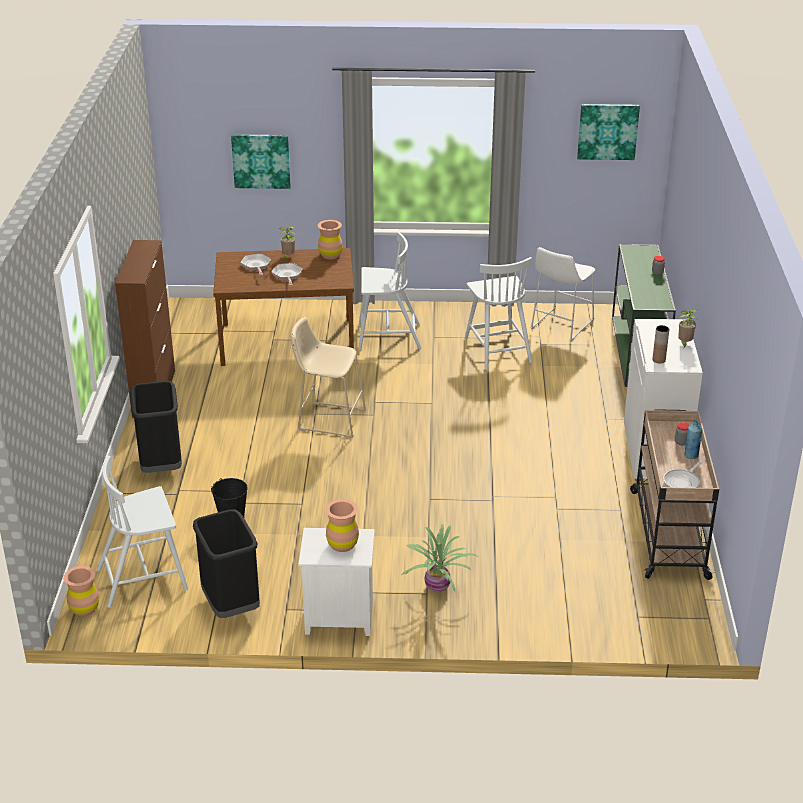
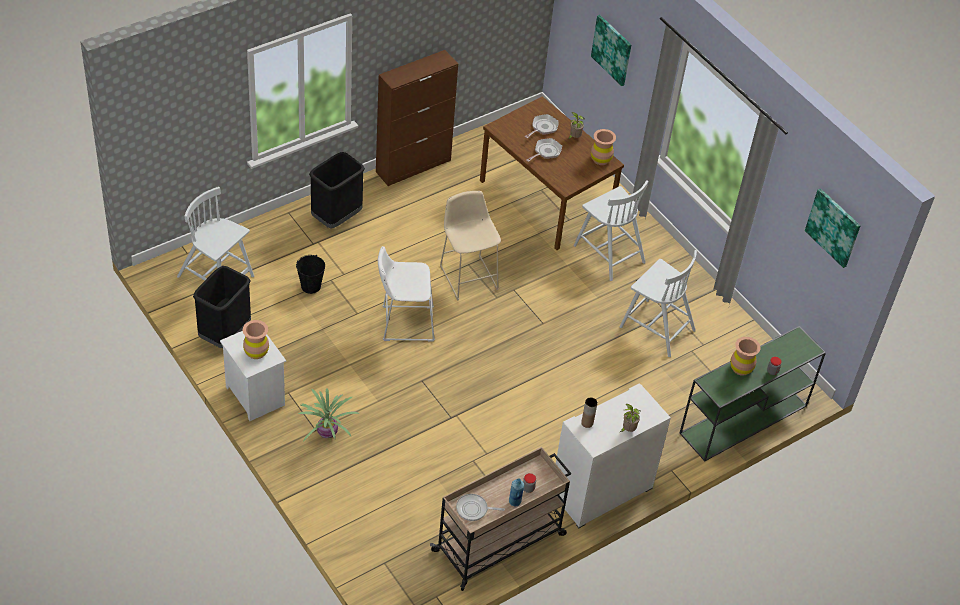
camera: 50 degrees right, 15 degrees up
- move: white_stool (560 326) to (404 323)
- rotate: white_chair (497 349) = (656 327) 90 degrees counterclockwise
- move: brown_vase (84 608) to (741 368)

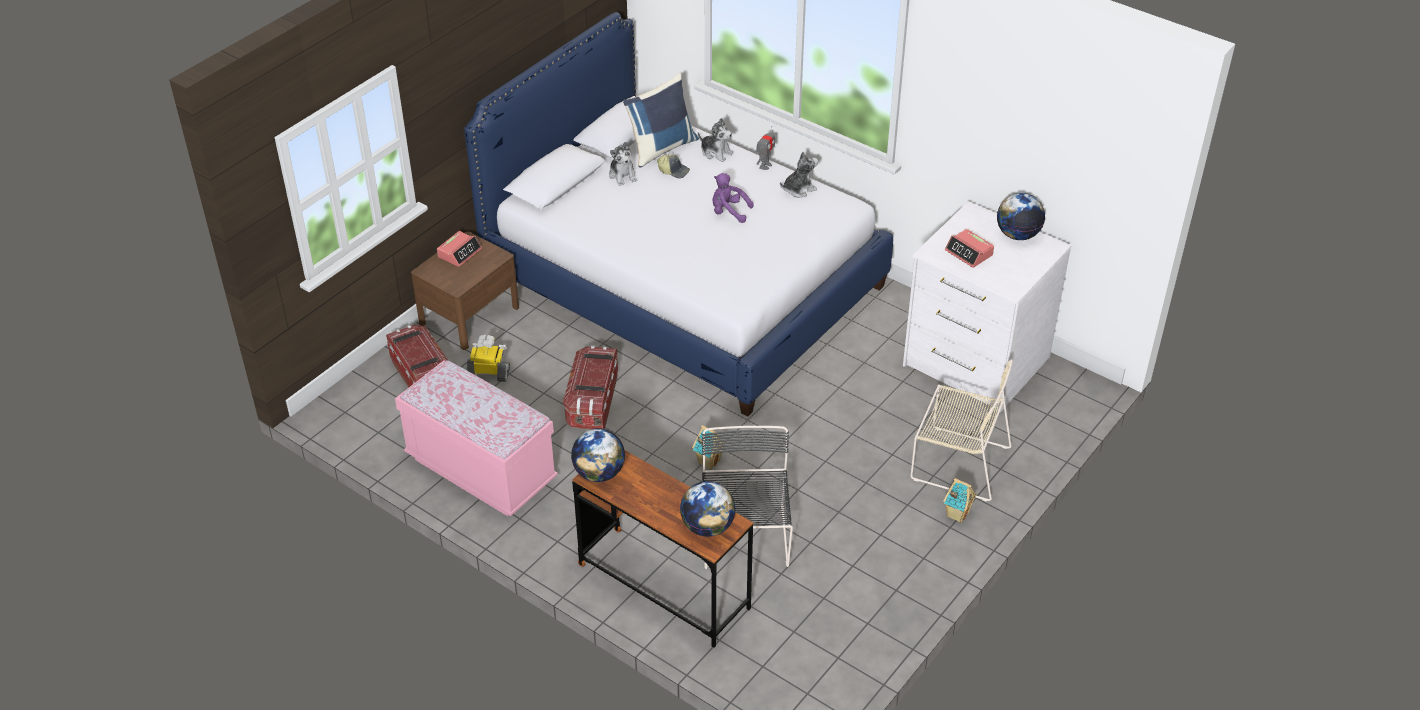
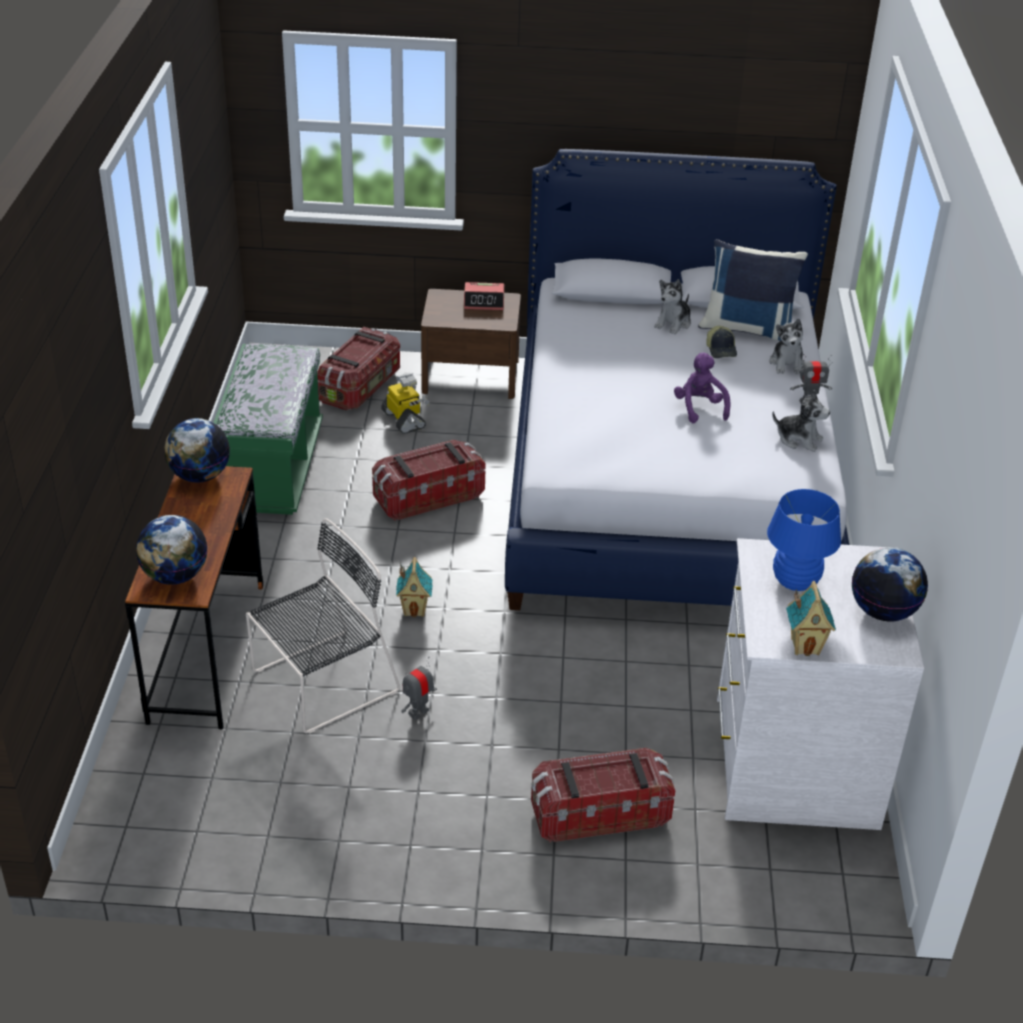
camera: 55 degrees right, 5 degrees down
- recolor: pink_bench (481 470) to green_bench (272 469)
- insert: toy_robot (418 712)
- replace: beige_chair (957 462) to storage_box (599 813)
- replace: alarm_clock (969 253) to blue_table_lamp (795 582)
- move: toy_house (957 514) to (805 646)

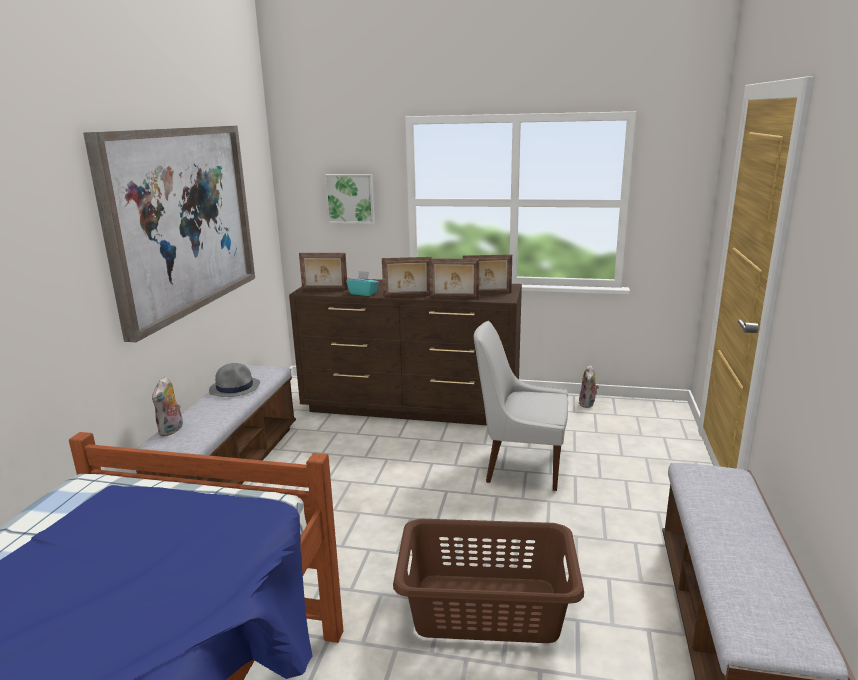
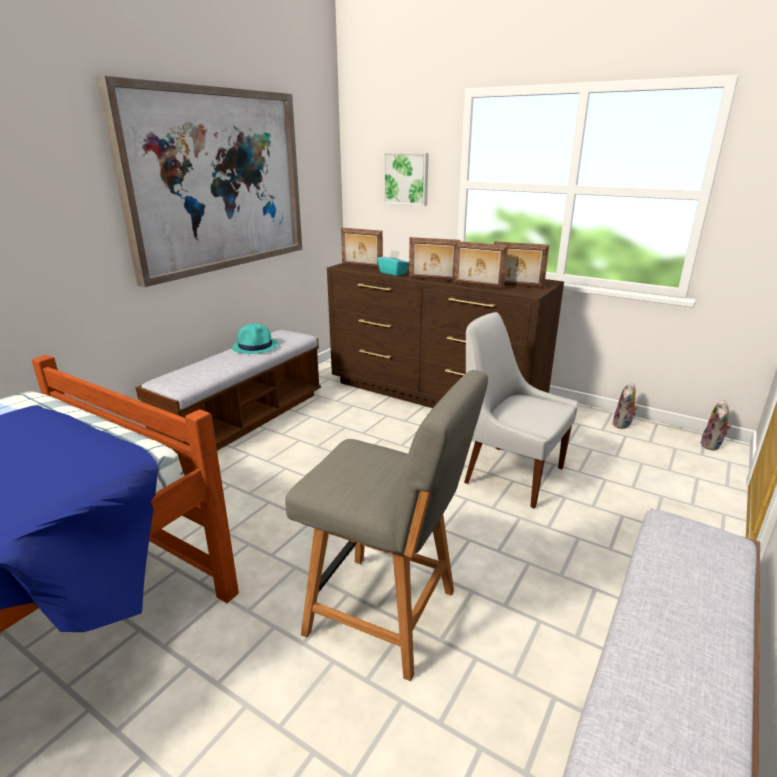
camera: 20 degrees right, 5 degrees up
- recolor: grey_hat (235 387) to turquoise_hat (256 346)
- replace: brown_laundry_basket (487 609) to grey_chair (386 614)
- move: plush_toy (172 430) to (712 445)

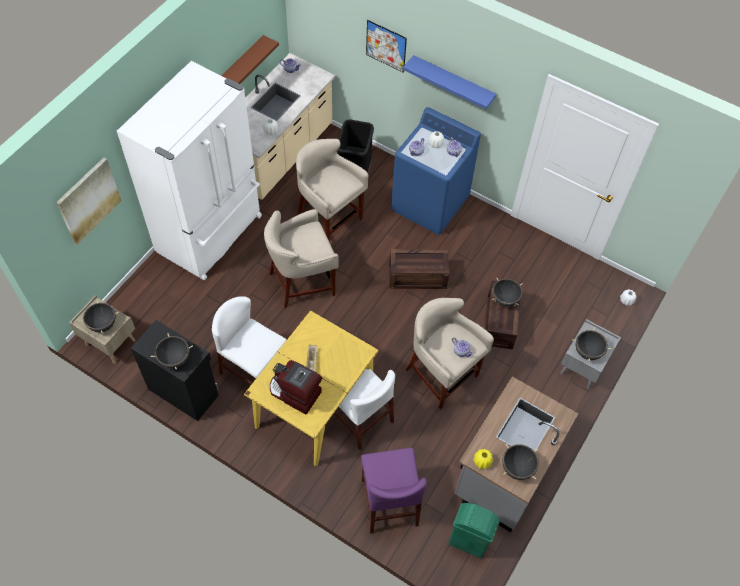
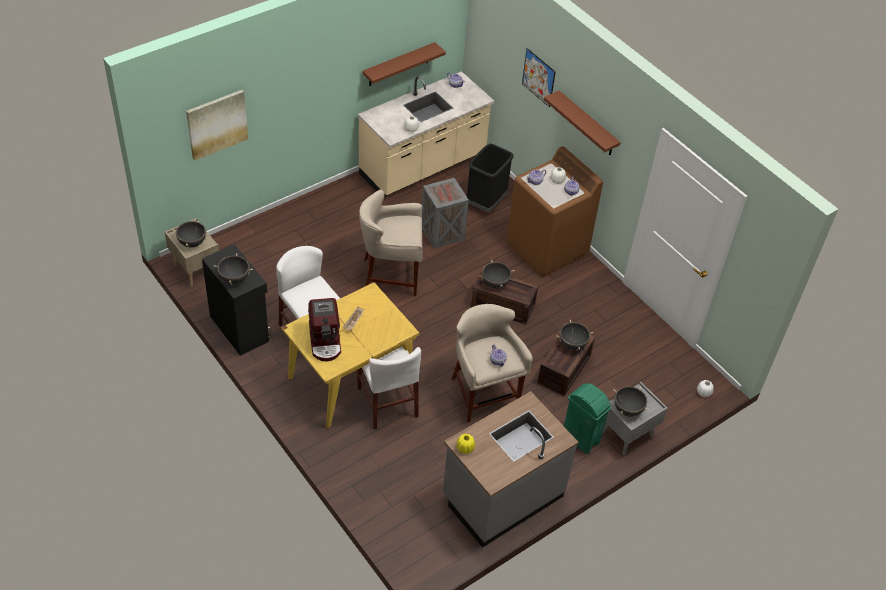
camera: 20 degrees right, 10 degrees down
- rotate: coffee_machine (294 393) = (325 341) 150 degrees counterclockwise
- replace: beige_stool (329 219) to crate (442 232)
- move: black_cooking_pot (517 468) to (495 283)
- recolor: blue_washing_machine (430 204) to brown_washing_machine (547 249)
- recolor: blue_shelf (453 82) to brown_shelf (587 124)
- move: green_trash_can (467 541) to (580 438)
- delete: white_fridge (212 234)
- delete: purple_chair (389 502)

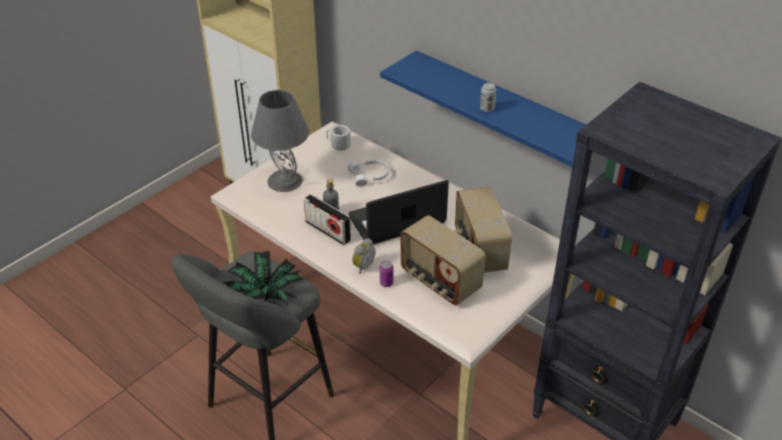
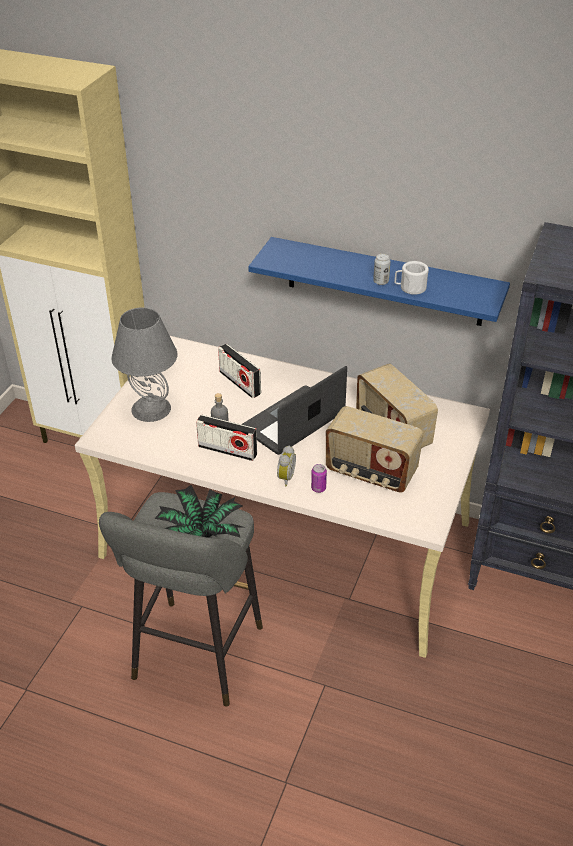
camera: 20 degrees left, 0 degrees up
- replace: white_headphones (370 176) to radio (240 383)
- move: white_mug (338 144) to (410 288)

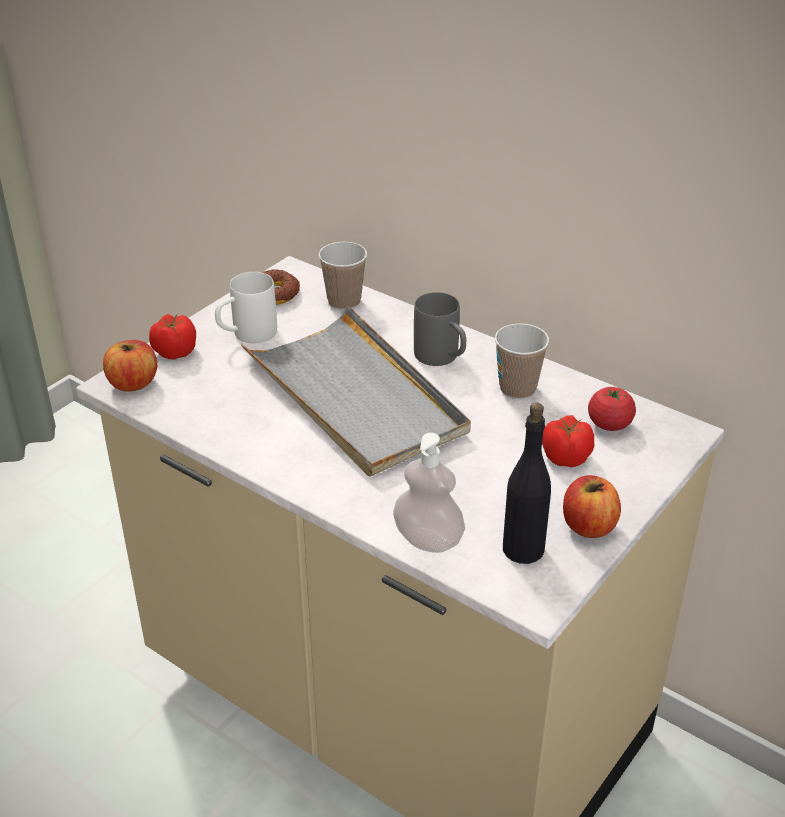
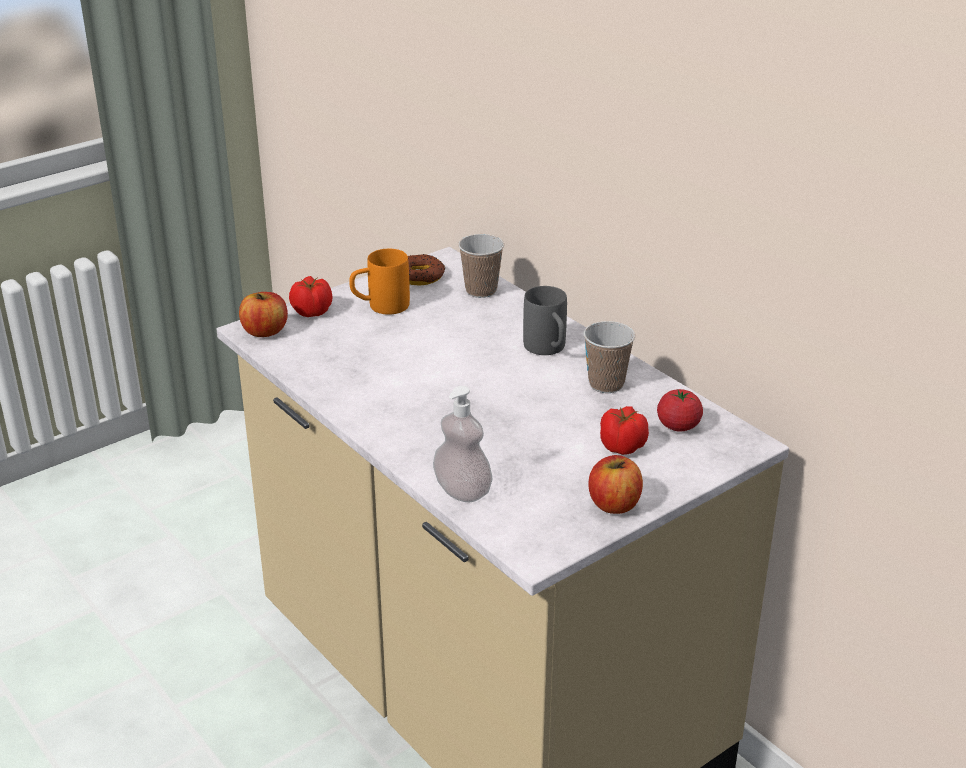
camera: 15 degrees right, 5 degrees down
- recolor: white_mug (246 335) to orange_mug (380 307)
- delete: grey_tray (355 396)
- delete: black_bottle (522 549)

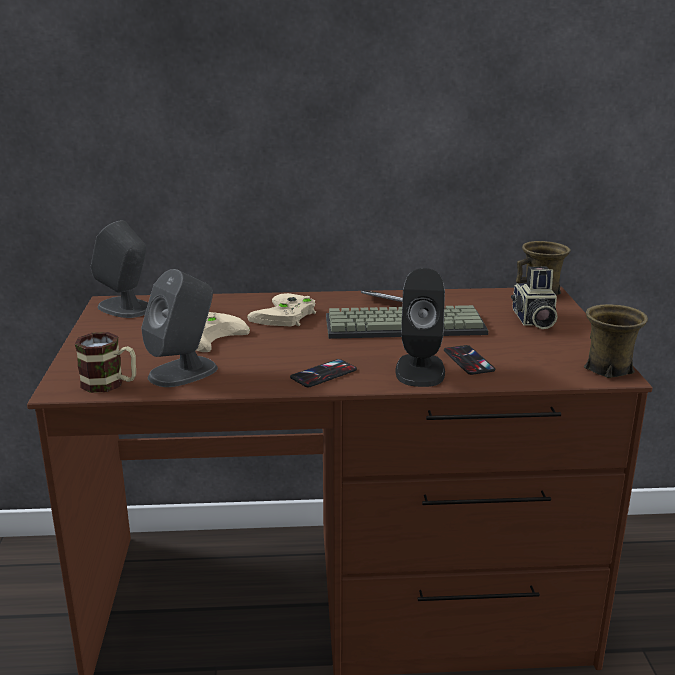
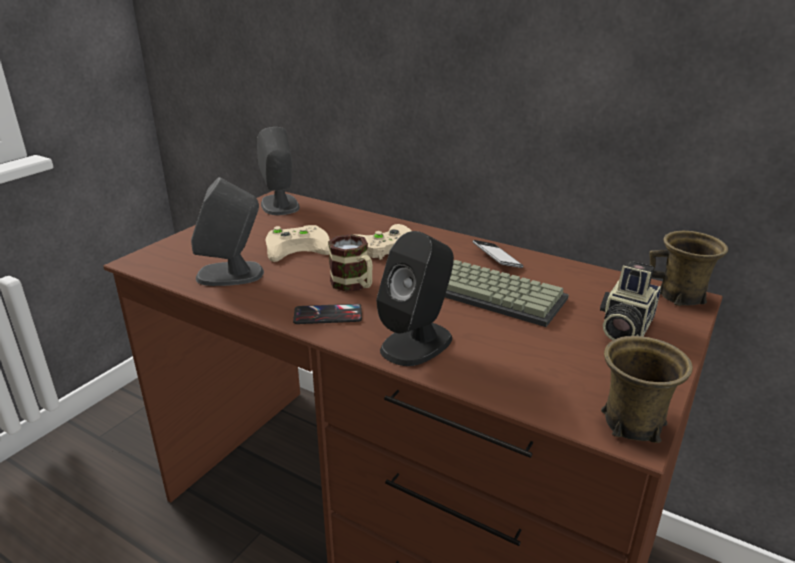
camera: 35 degrees right, 5 degrees up
- move: mug (110 384) to (354 285)
- delete: phone (468 360)

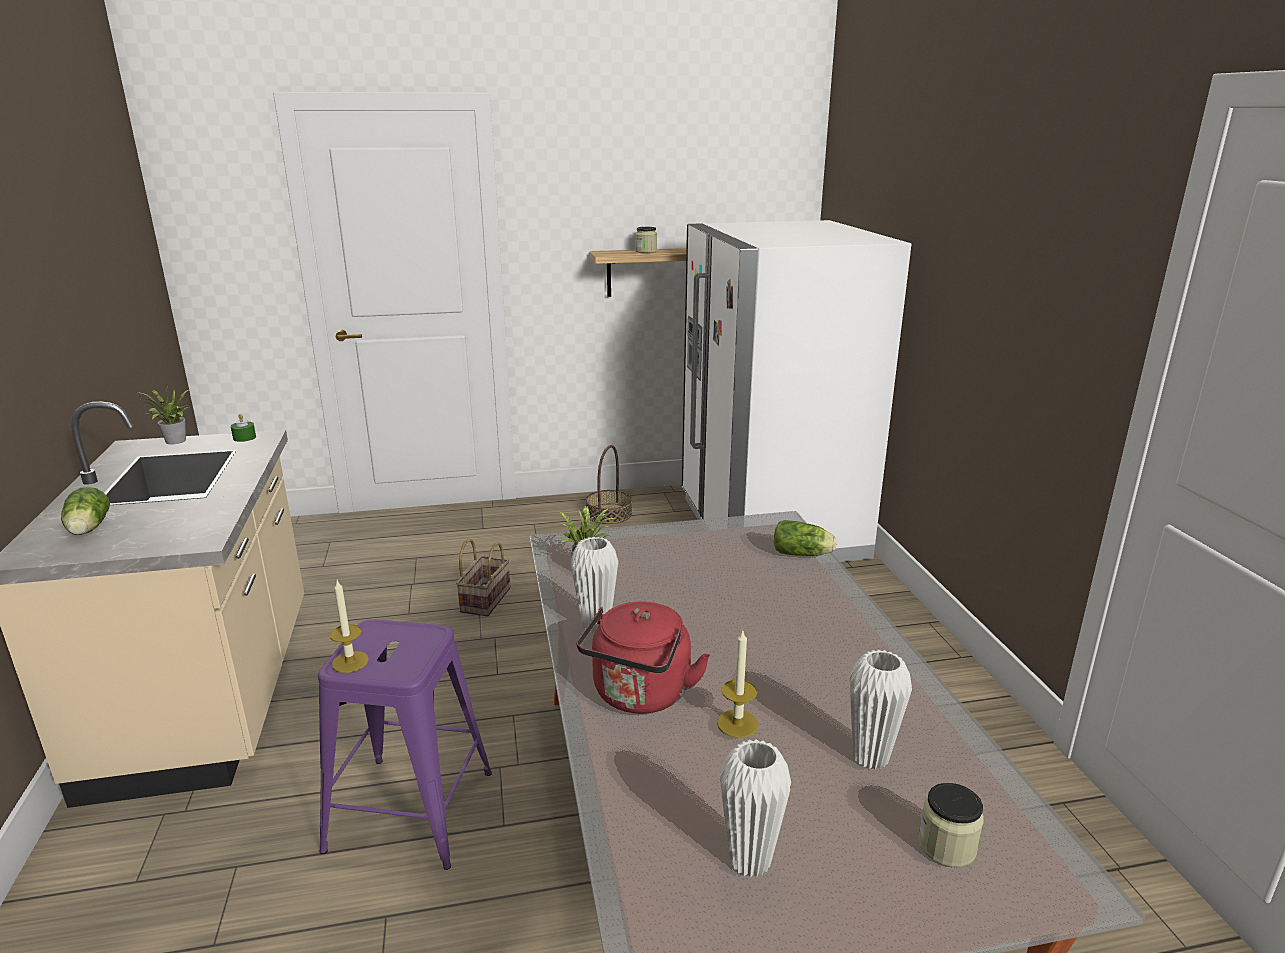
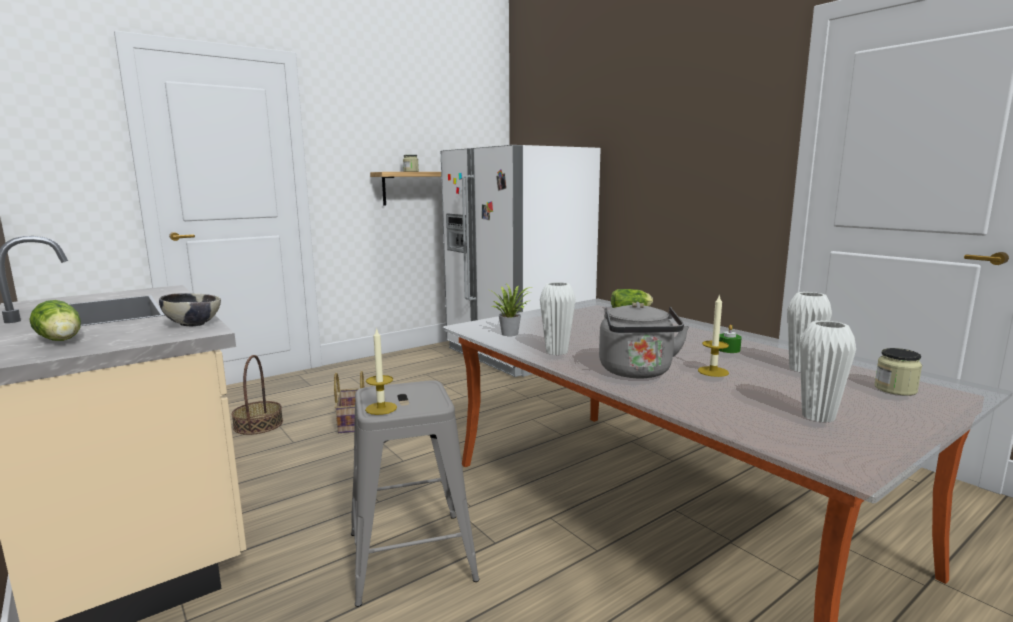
camera: 25 degrees left, 10 degrees down
- insert: bowl (193 324)
- move: basket (608 514) to (258 424)
- recolor: purple_stool (411 811) to grey_stool (412 556)
- recolor: red_kettle (640 696) to grey_kettle (637 372)
- move: green_candle (244 438) to (728 349)
- delete: potted_plant (175 442)

